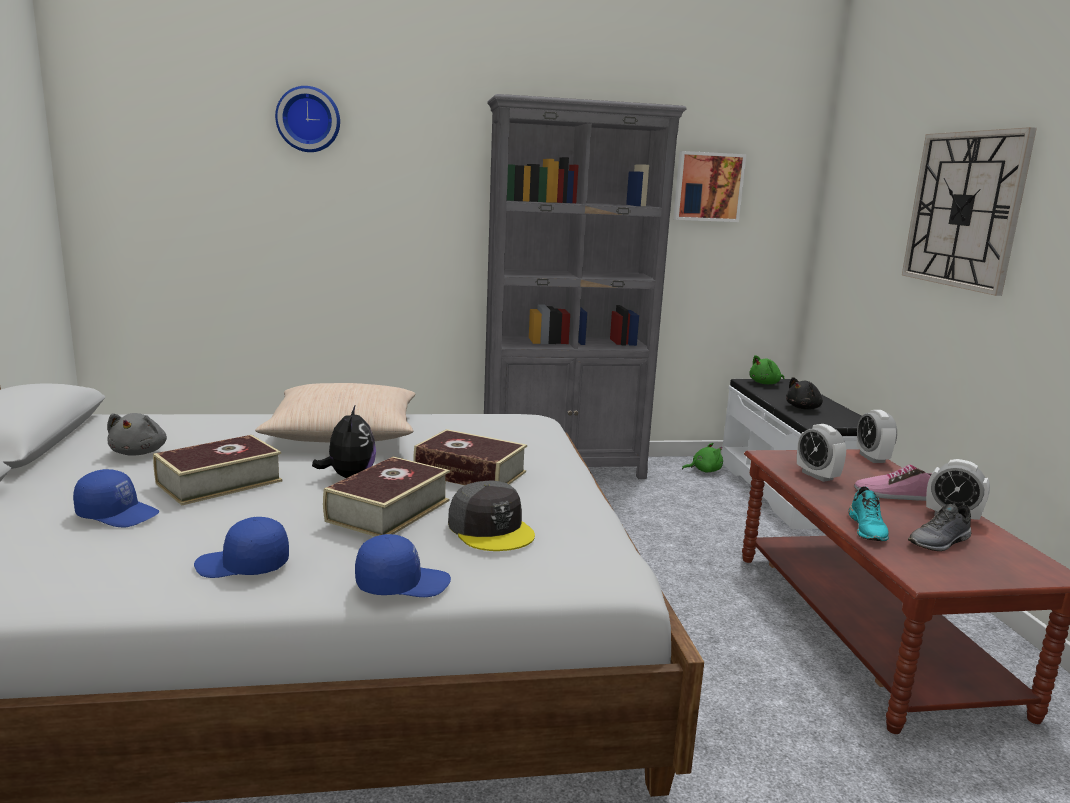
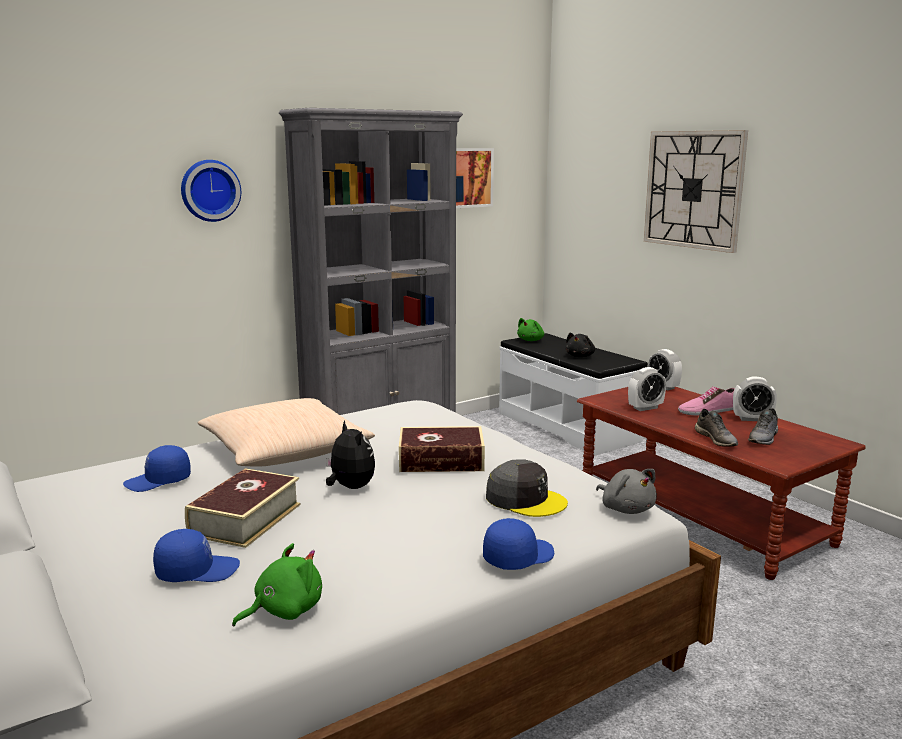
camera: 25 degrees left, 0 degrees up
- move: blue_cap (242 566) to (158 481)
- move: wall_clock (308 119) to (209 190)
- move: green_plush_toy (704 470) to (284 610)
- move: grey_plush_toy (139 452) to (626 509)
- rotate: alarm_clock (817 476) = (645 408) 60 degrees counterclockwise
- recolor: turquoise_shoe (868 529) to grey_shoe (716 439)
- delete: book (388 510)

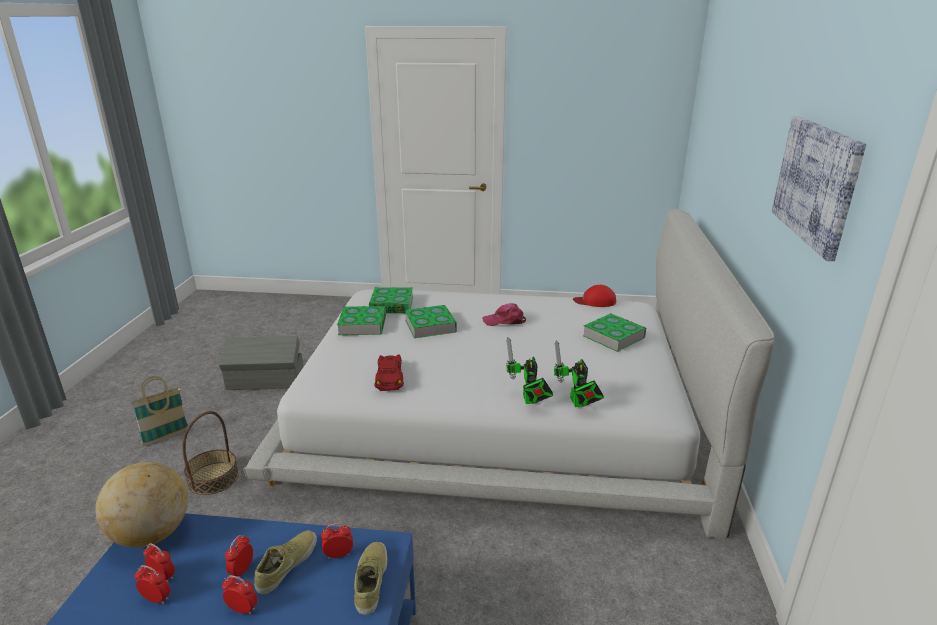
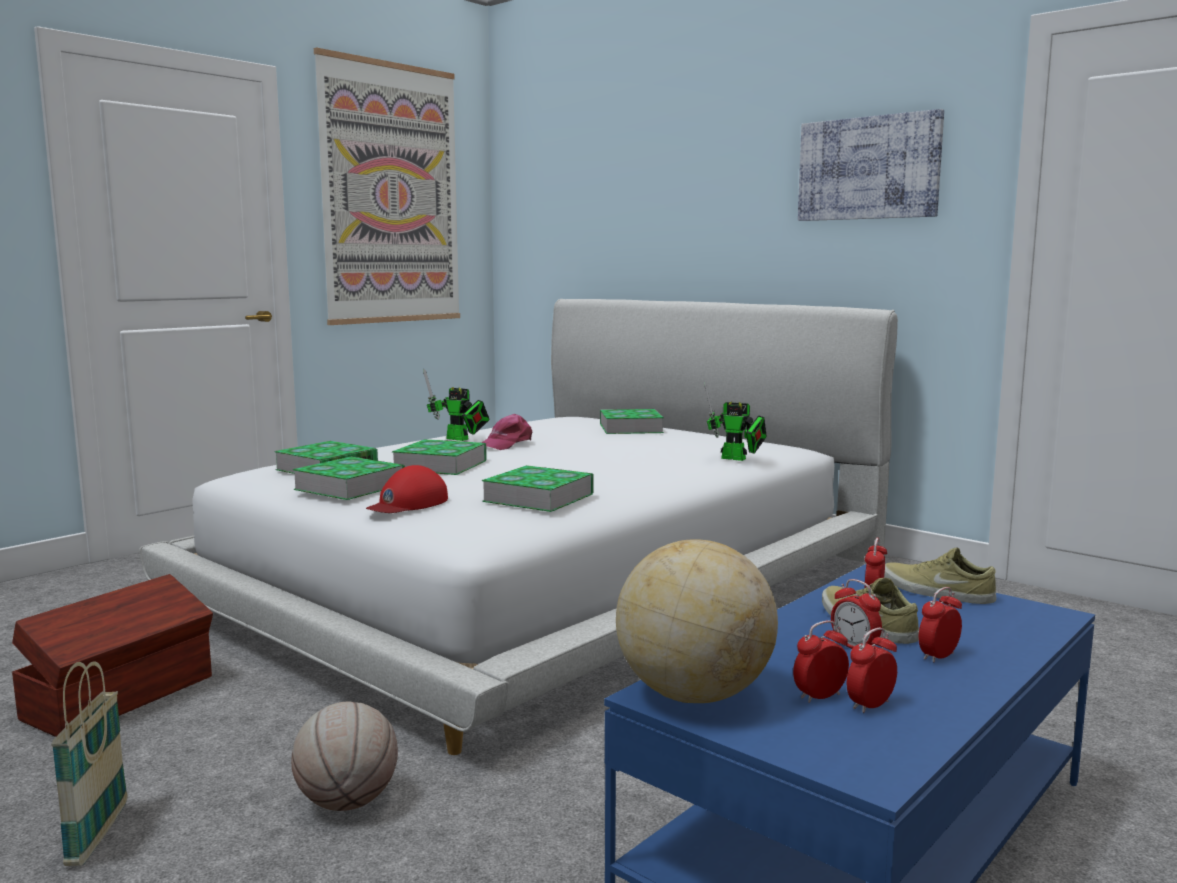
camera: 55 degrees left, 15 degrees down
- recolor: grey_storage_box (266 381) to brown_storage_box (123 697)
- replace: basket (213 478) to basketball (347 802)
- insert: picture (391 194)
- move: red_cap (595 301) to (408 503)
- move: toy_robot (529 400) to (460 439)
- replace: red_toy_car (390 377) to book (538 497)

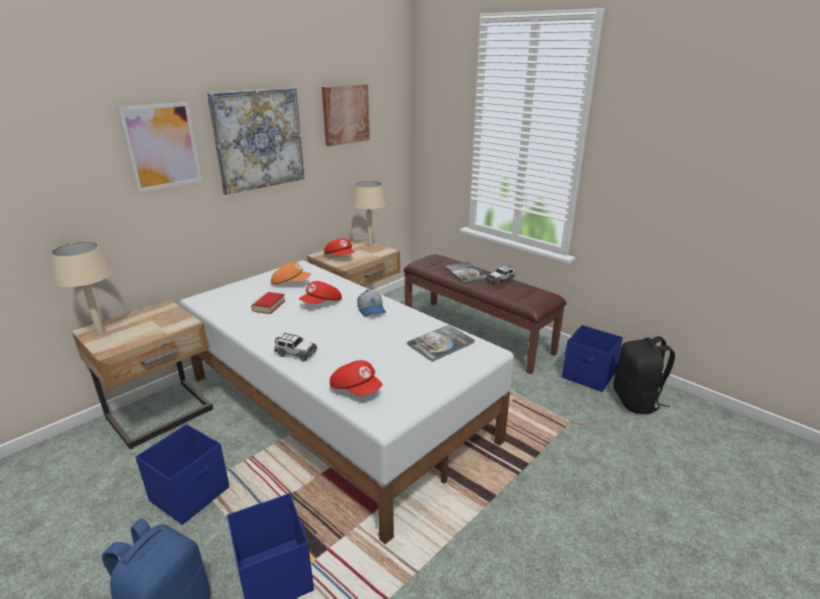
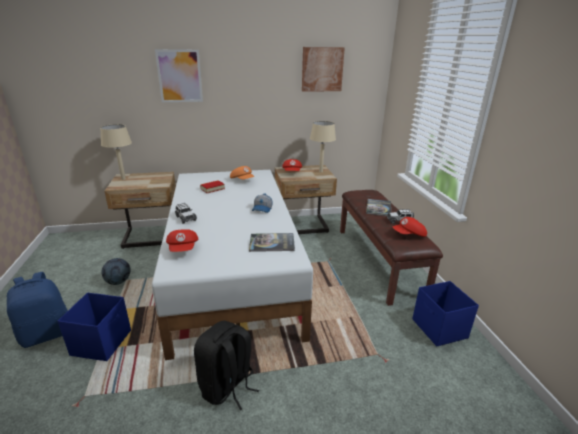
camera: 35 degrees right, 0 degrees up
- replace: blue_storage_box (191 494) to football (118 282)
- move: black_backpack (636 401) to (227 386)
- move: red_cap (322 303) to (409 235)
- delete: picture (258 139)

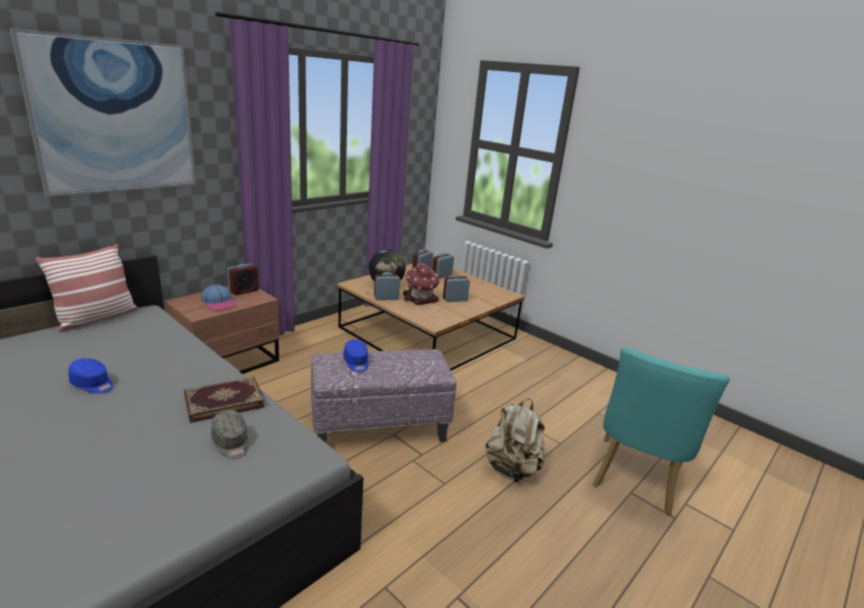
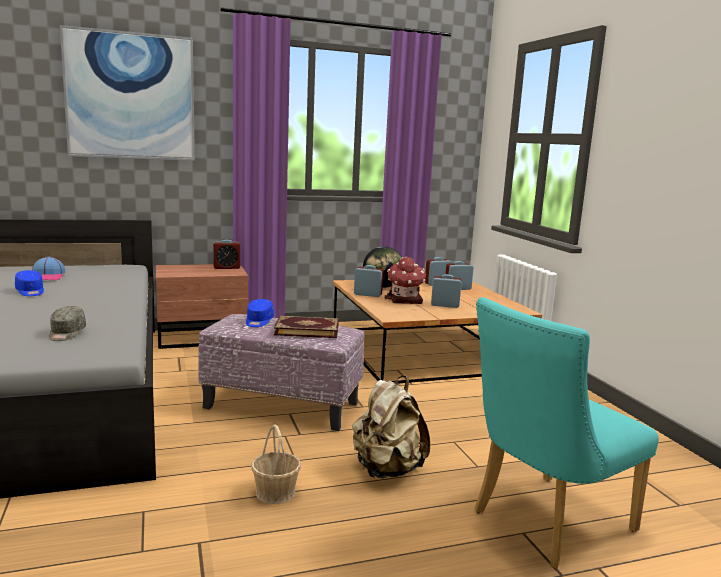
camera: 30 degrees right, 10 degrees down
- move: cap (219 303) to (47 277)
- insert: basket (276 492)
- move: book (224 400) to (307 329)
- delete: pillow (96 318)

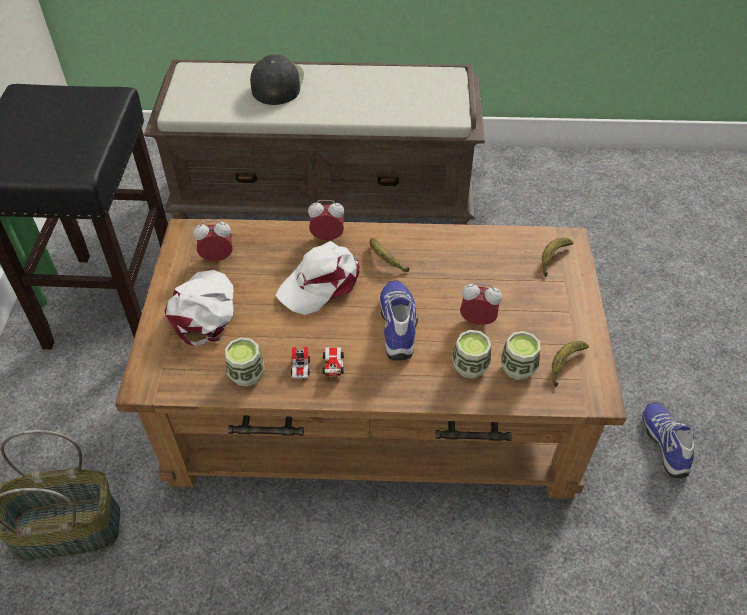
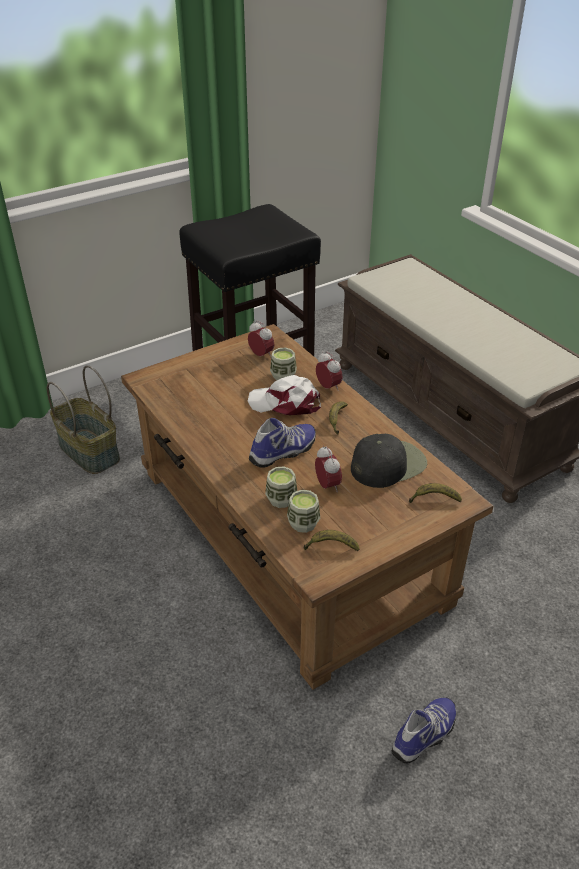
camera: 55 degrees right, 10 degrees down
- move: cup (246 374) to (283 376)
- move: black_cap (277 83) to (388 464)
- delete: white_cap (203 310)
- delete: toy_car (317 366)

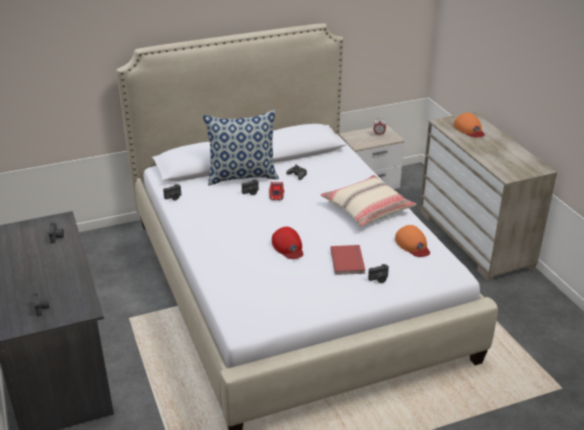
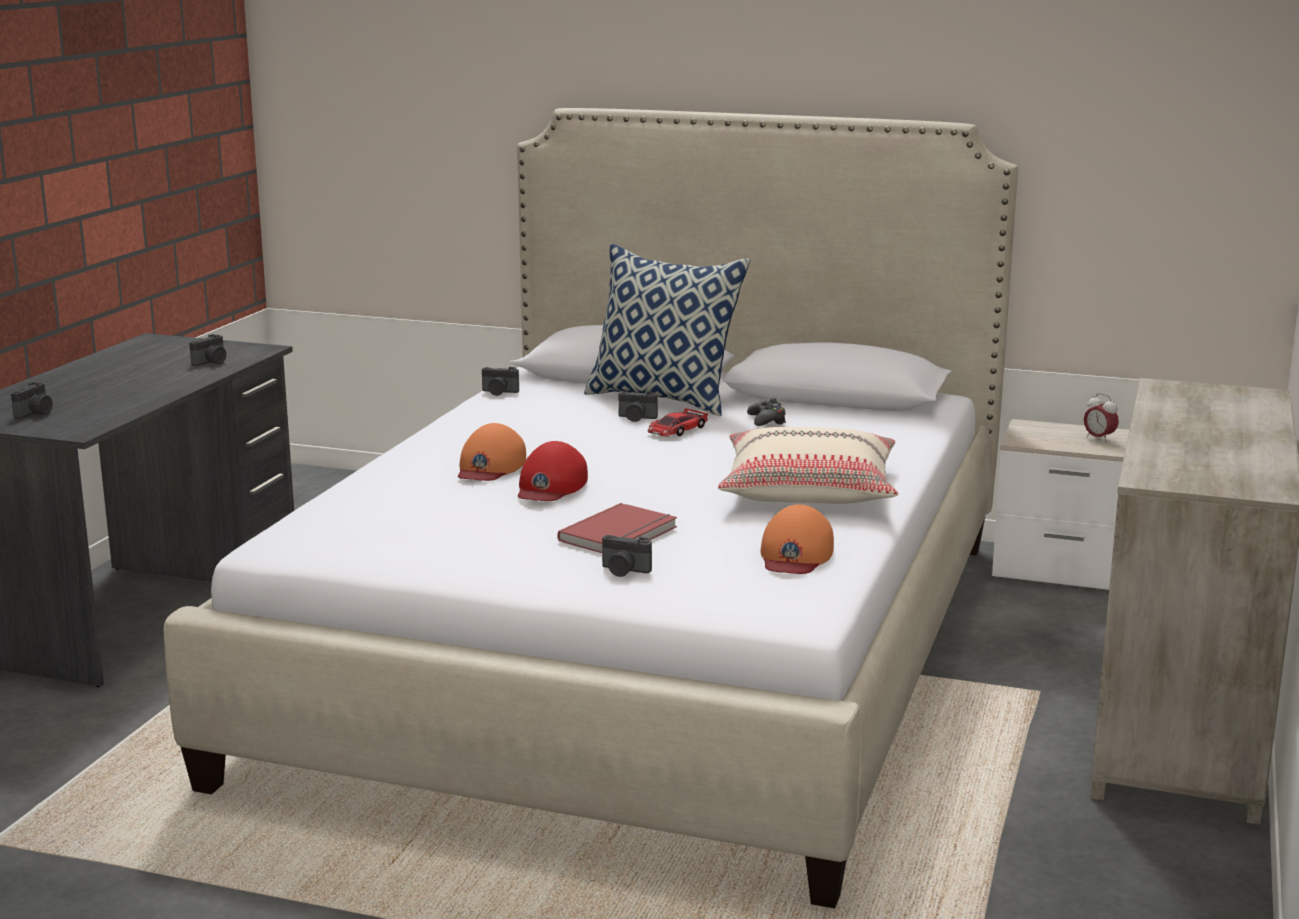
camera: 40 degrees right, 15 degrees down
- move: orange_cap (469 129) to (490 466)

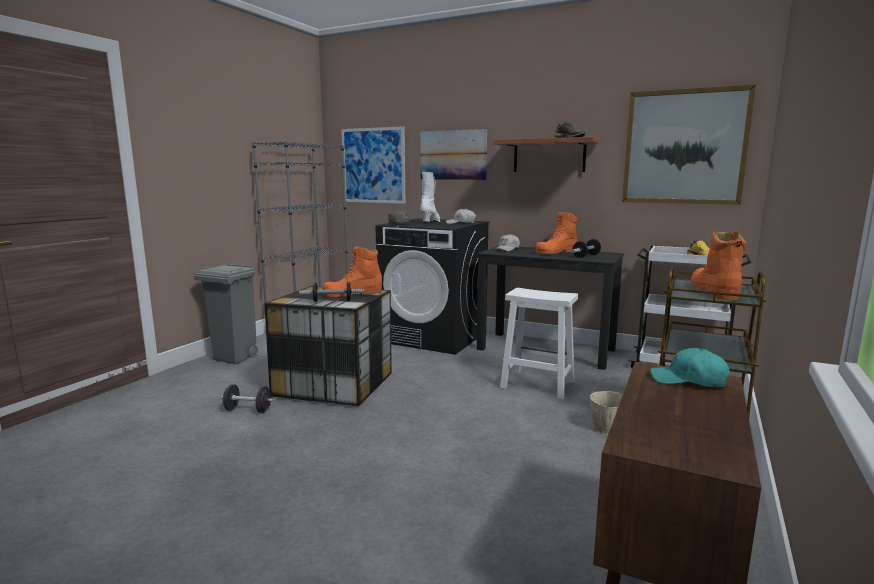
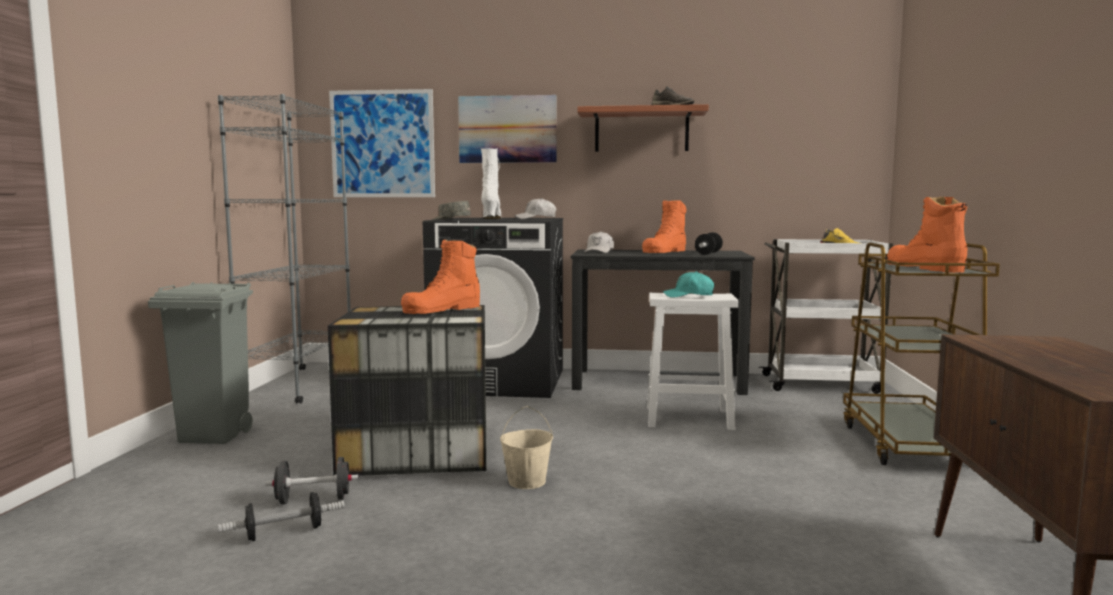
camera: 20 degrees left, 5 degrees down
- move: dumbbell (332 301) to (284 533)
- move: beige_bucket (606 428) to (527 482)
- move: turquoise_cap (688 380) to (688 296)
- delete: picture (684 147)

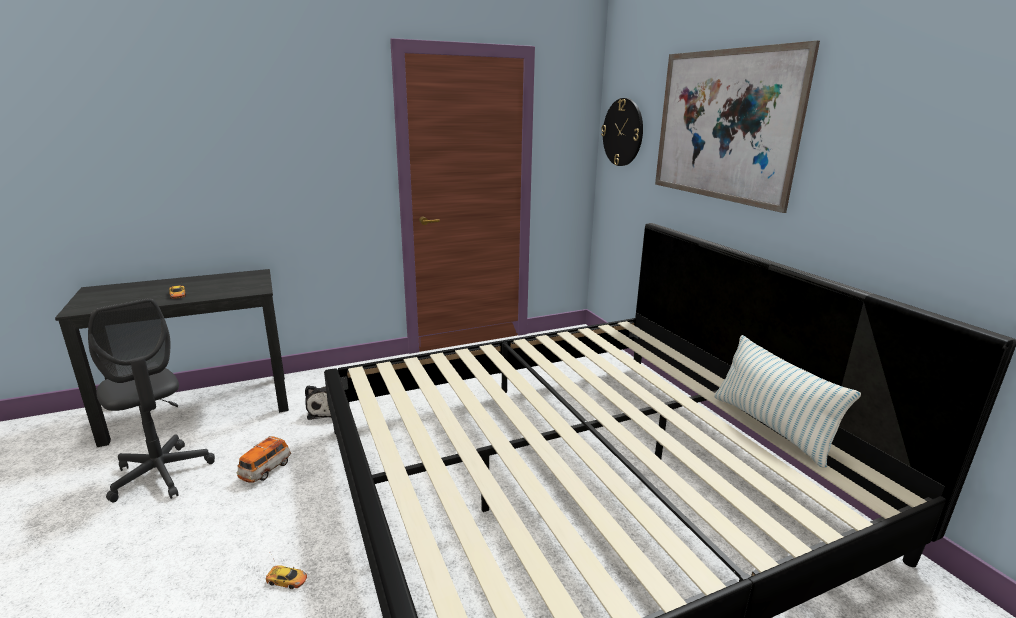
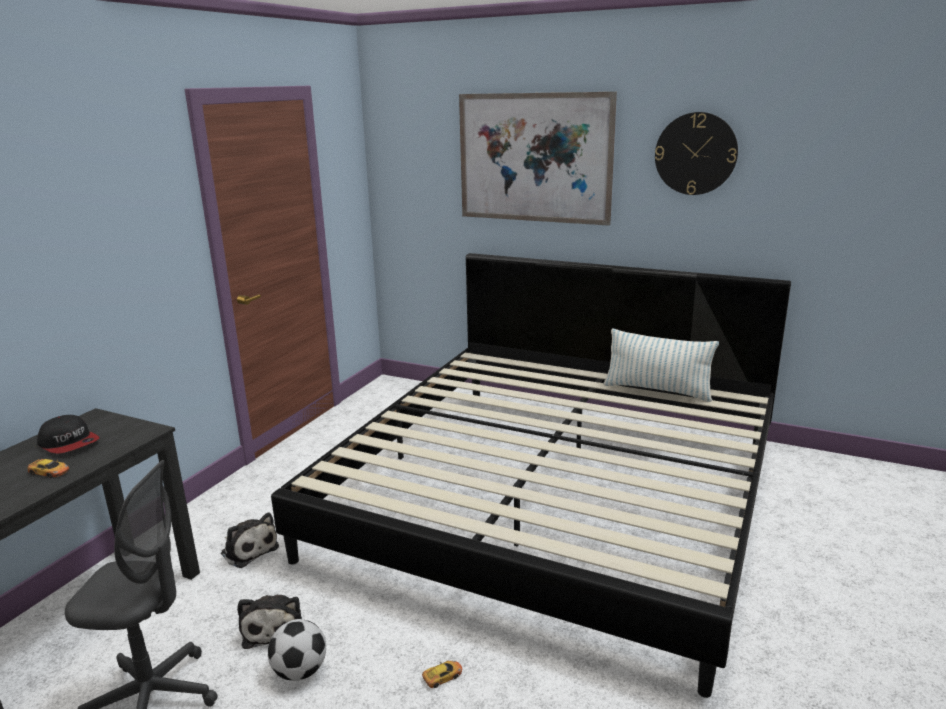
camera: 40 degrees left, 0 degrees up
- insert: cap (69 443)
- replace: toy_car (265 470) to plush_toy (274 627)
- insert: football (300 671)
- move: wall_clock (623 132) to (695 154)

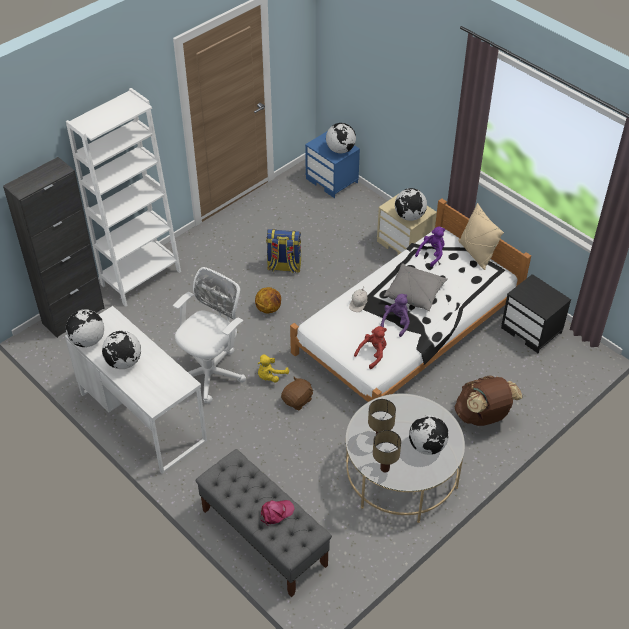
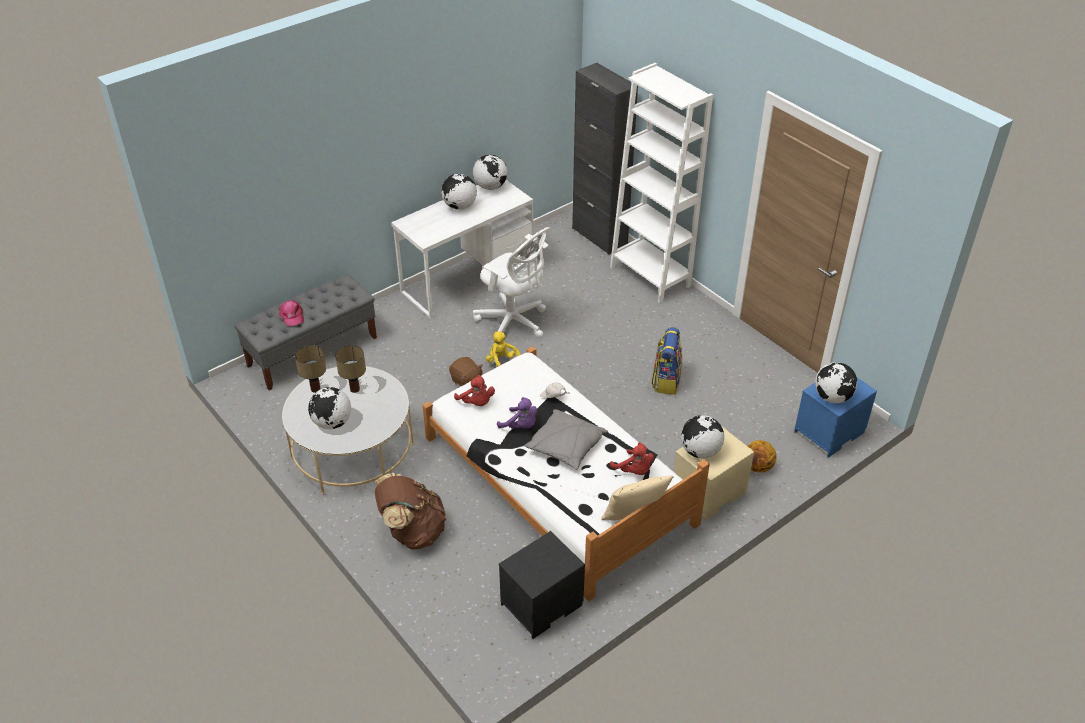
camera: 95 degrees right, 5 degrees down
- recolor: purple_plush_toy (432 254) to red_plush_toy (634 471)
- move: basketball (269 308) to (757 467)

